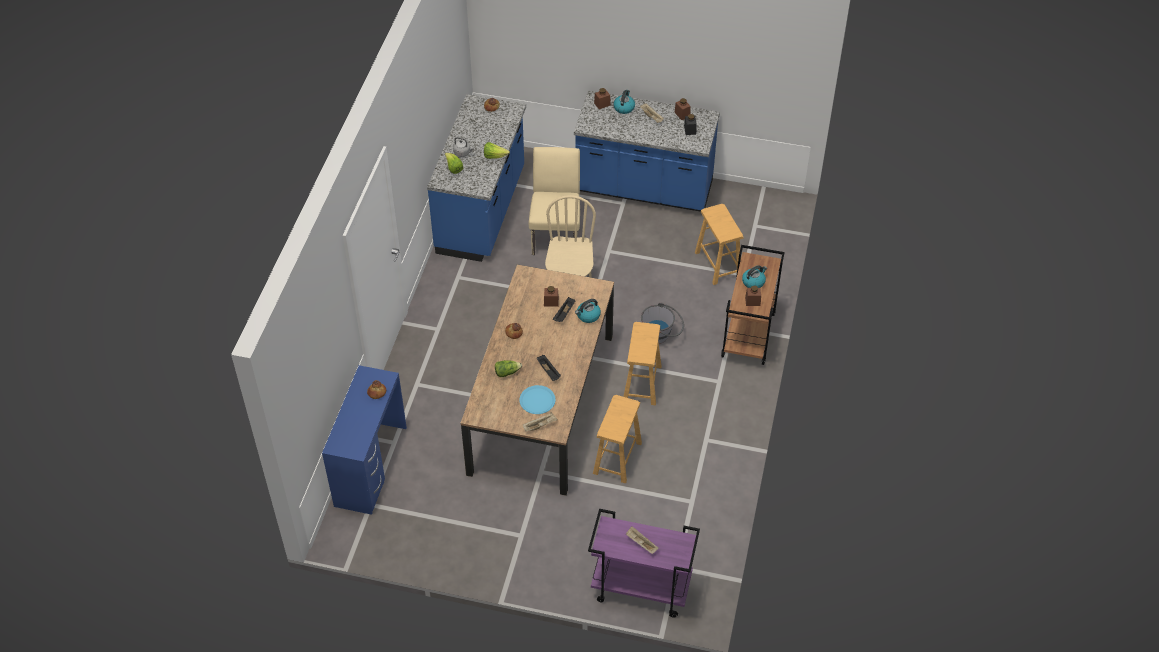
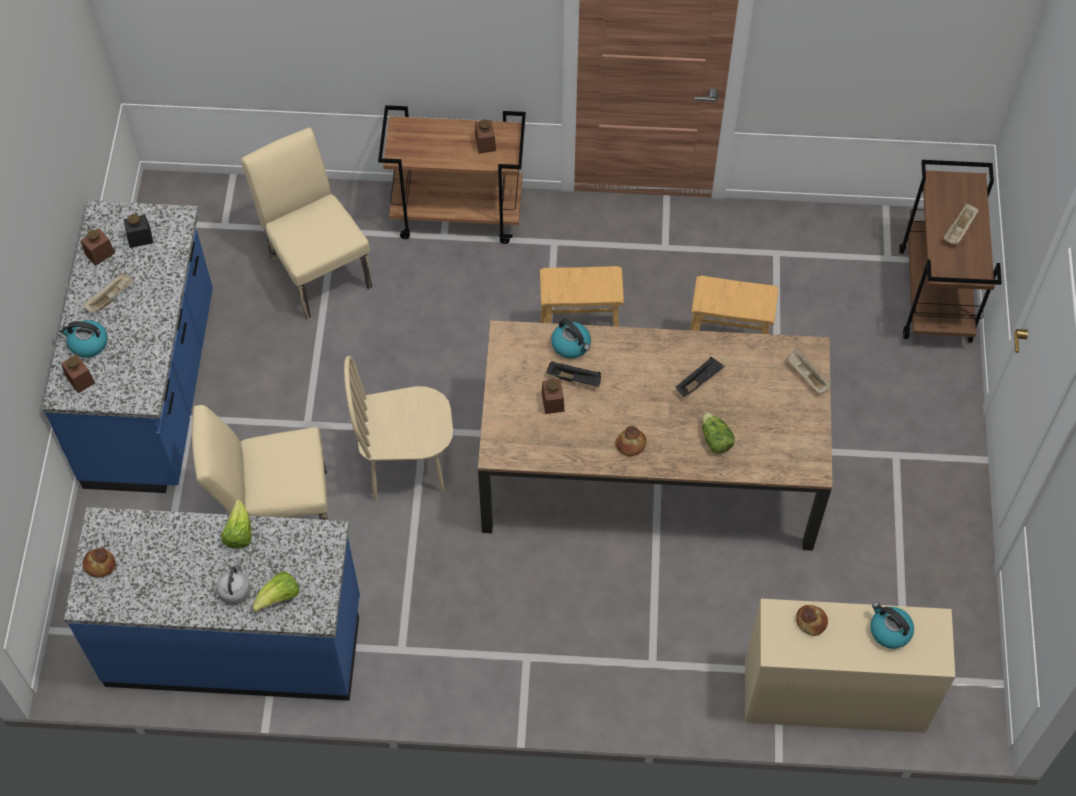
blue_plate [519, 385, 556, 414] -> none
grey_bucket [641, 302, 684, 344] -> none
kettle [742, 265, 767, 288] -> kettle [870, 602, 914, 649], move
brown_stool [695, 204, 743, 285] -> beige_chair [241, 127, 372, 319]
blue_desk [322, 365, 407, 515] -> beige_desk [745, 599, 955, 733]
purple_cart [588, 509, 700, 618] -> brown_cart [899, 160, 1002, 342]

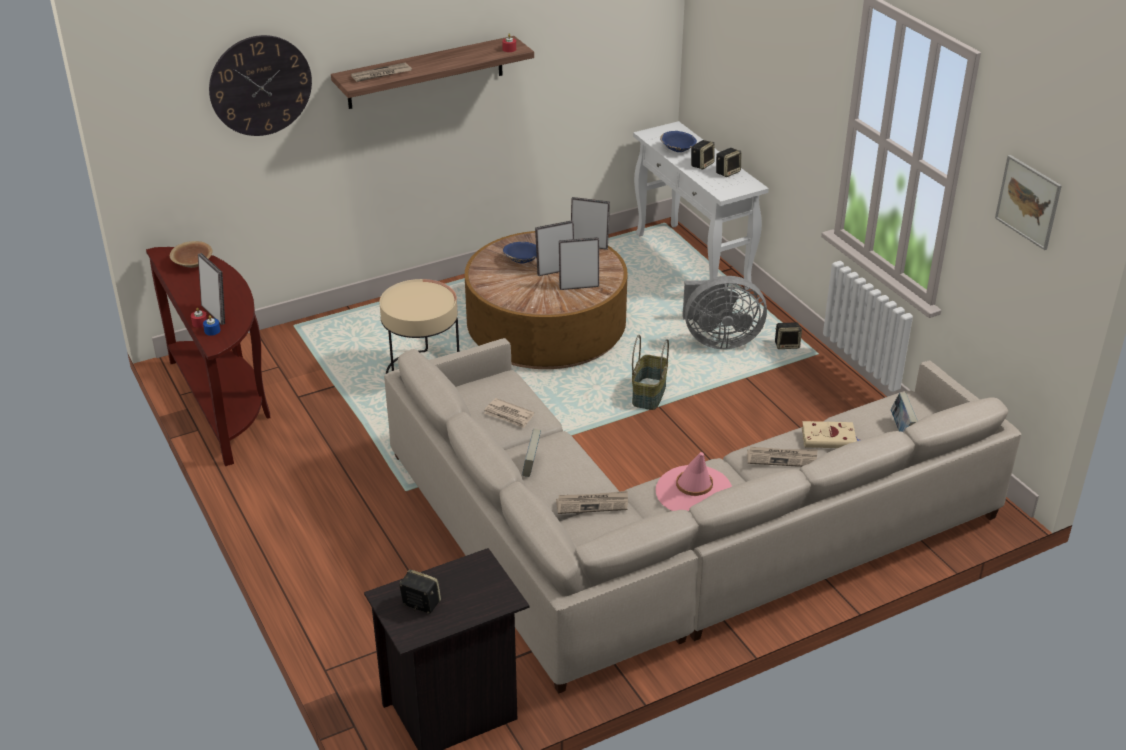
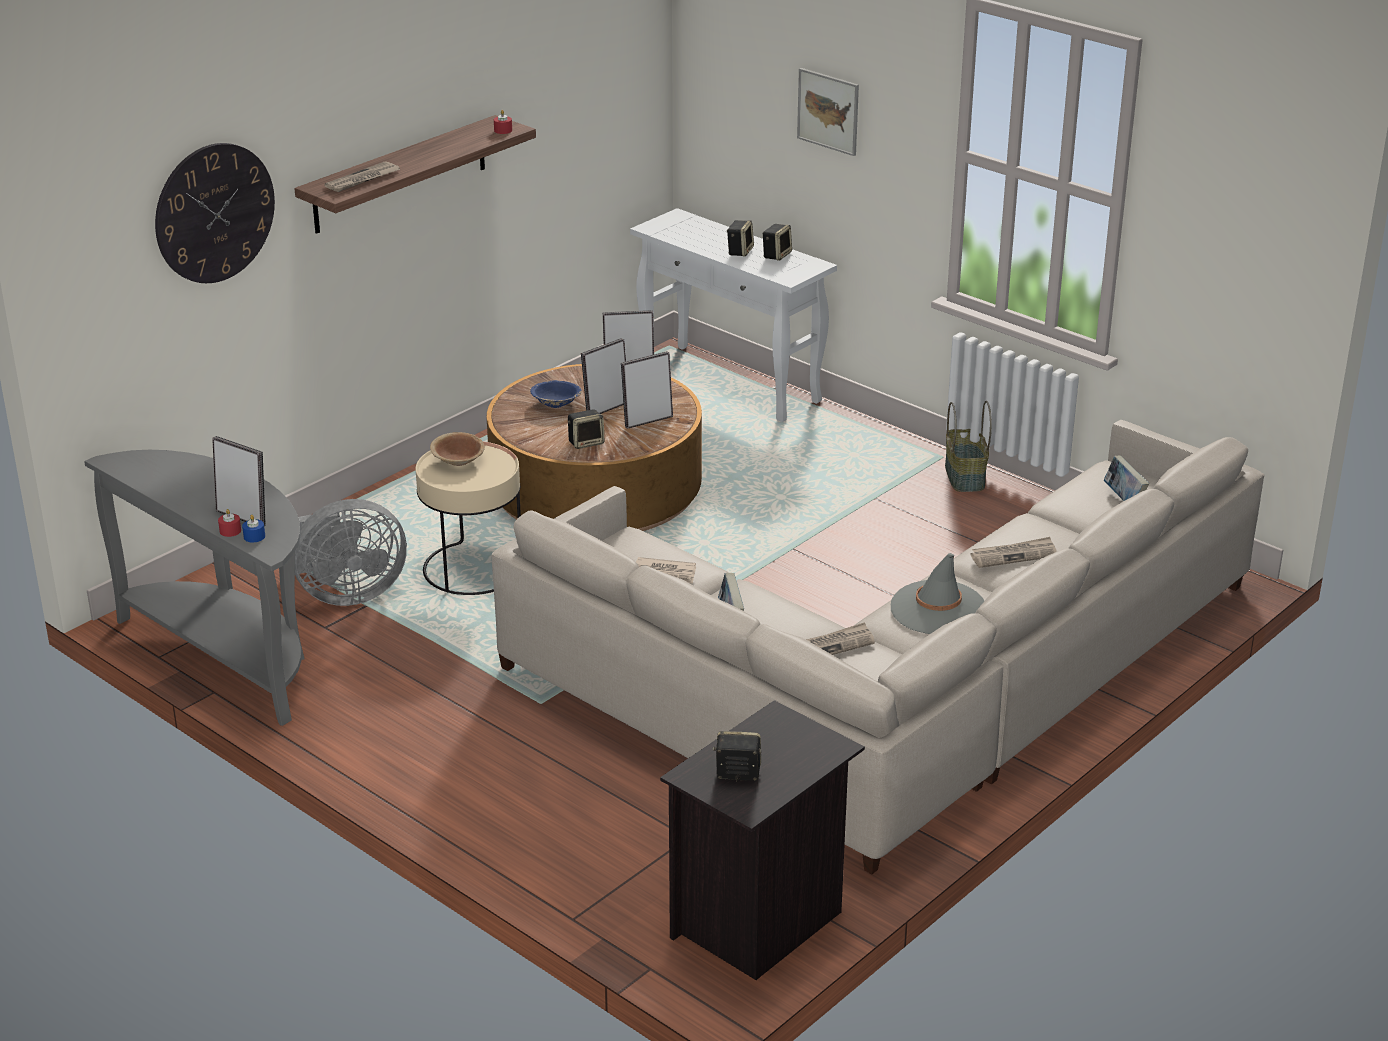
blue_bowl [660, 131, 697, 152] -> none
beige_book [802, 421, 859, 448] -> none
brown_bowl [170, 241, 212, 268] -> brown_bowl [430, 432, 485, 466], move
basket [632, 335, 669, 410] -> basket [945, 401, 992, 492], move
grey_fan [683, 276, 767, 349] -> grey_fan [295, 499, 407, 606], move
speaker [775, 322, 802, 349] -> speaker [568, 409, 604, 449], move
picture [995, 155, 1062, 250] -> picture [797, 68, 859, 156], move
brown_console_table [146, 247, 270, 466] -> grey_console_table [84, 450, 305, 726]
pink_hat [656, 452, 732, 511] -> grey_hat [891, 553, 984, 634]

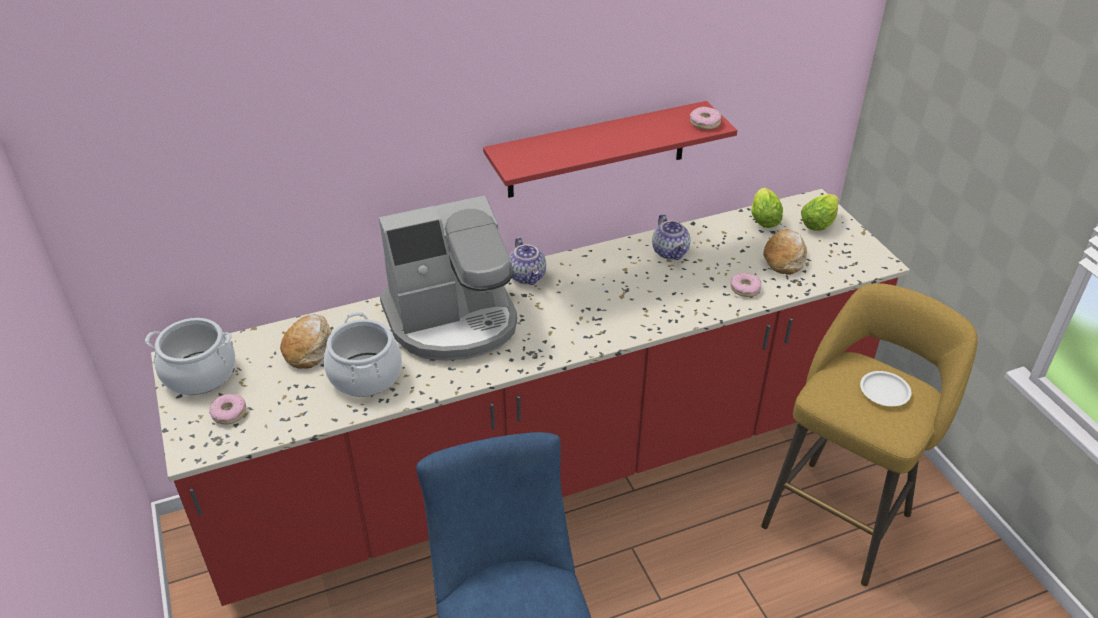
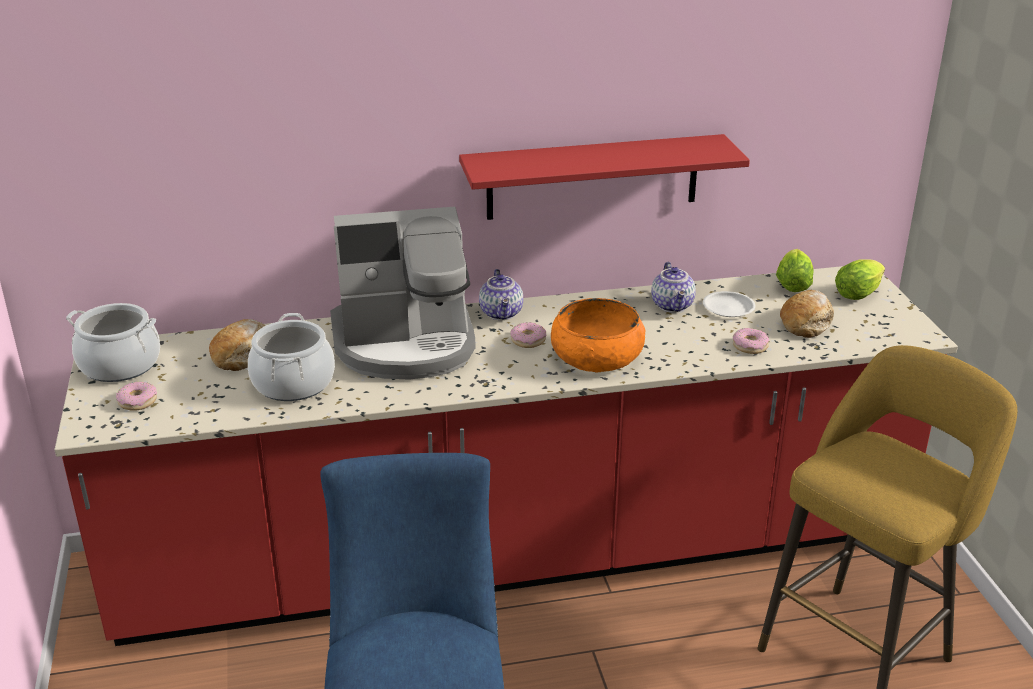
none -> orange_bowl [551, 298, 645, 373]
donut [690, 107, 722, 130] -> donut [511, 322, 546, 348], move
white_plate [860, 371, 912, 406] -> white_plate [703, 291, 755, 317], move

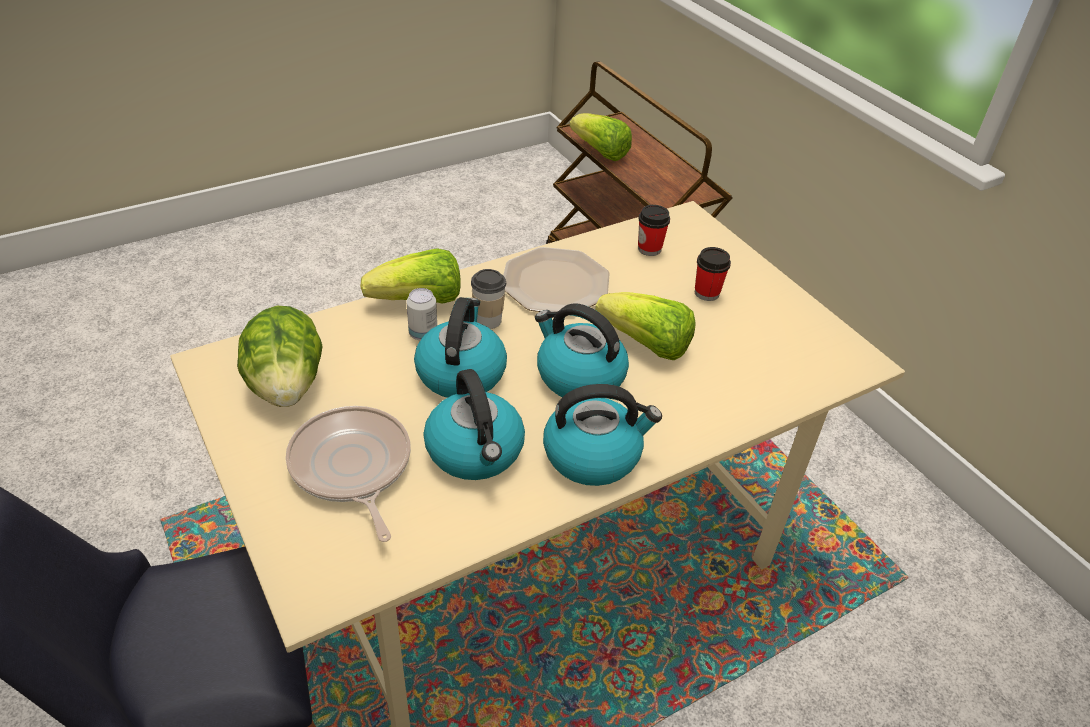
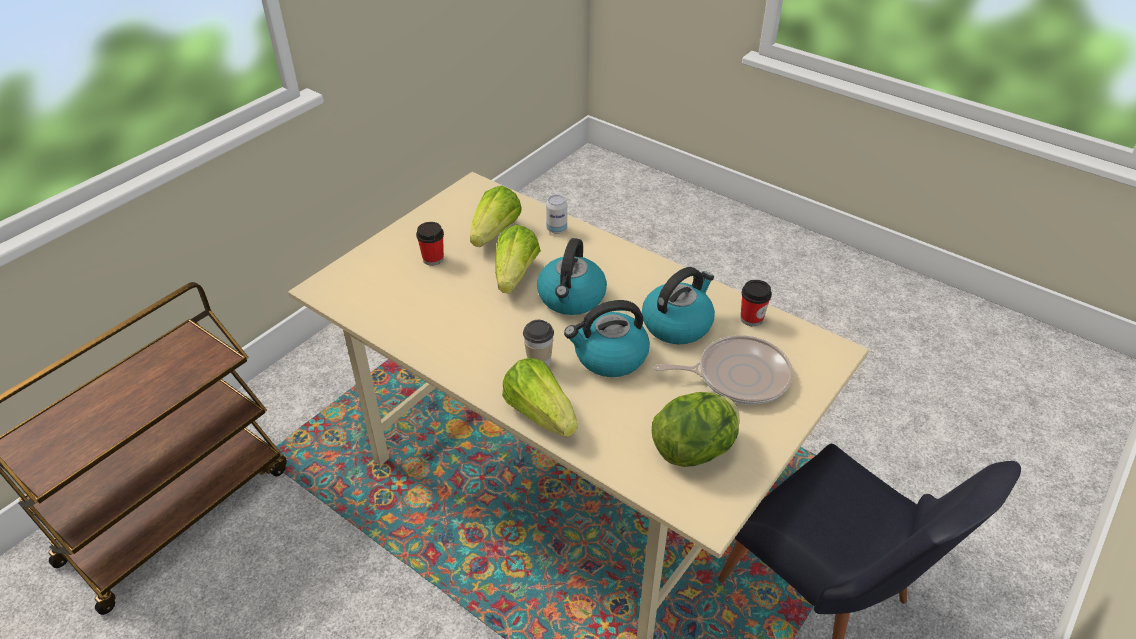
plate [503, 247, 610, 312] -> none
kettle [543, 384, 662, 486] -> none
can [406, 288, 437, 340] -> can [546, 195, 567, 234], move
lettuce [570, 113, 632, 161] -> lettuce [470, 185, 522, 247], move
cup [638, 205, 670, 256] -> cup [741, 280, 772, 326], move
frying_pan [286, 406, 411, 542] -> frying_pan [654, 335, 793, 404], 135 degrees counterclockwise

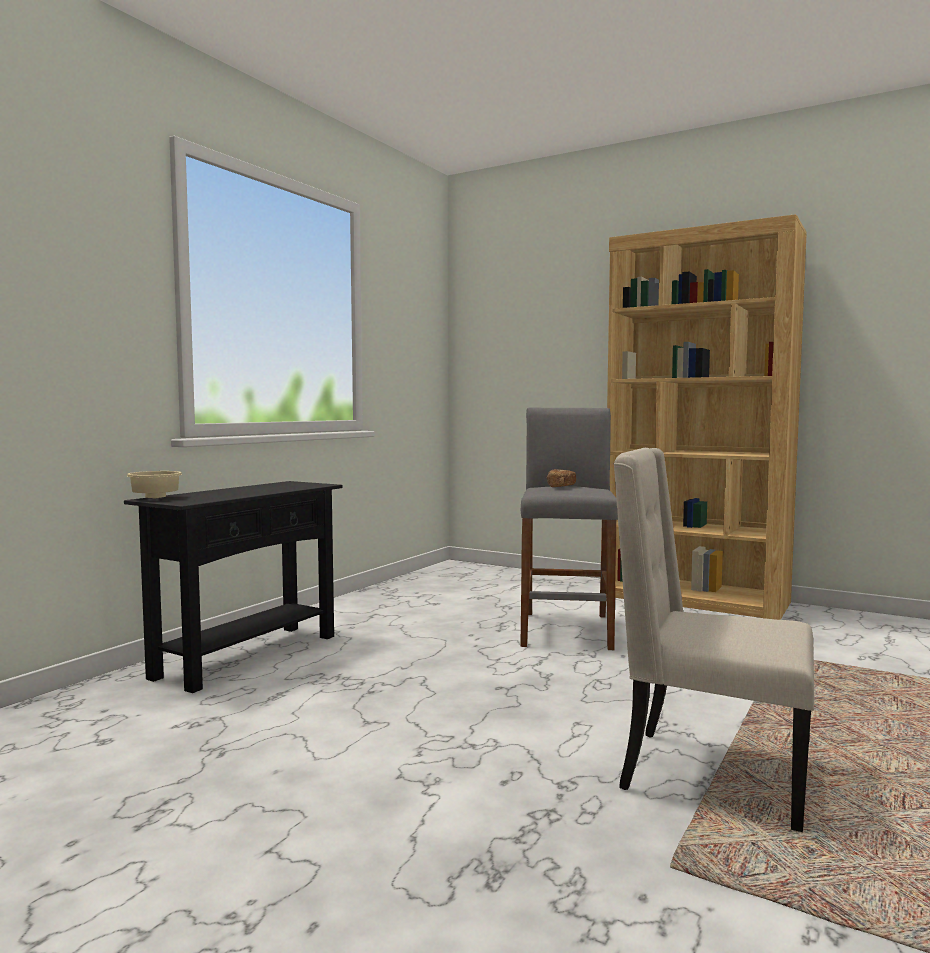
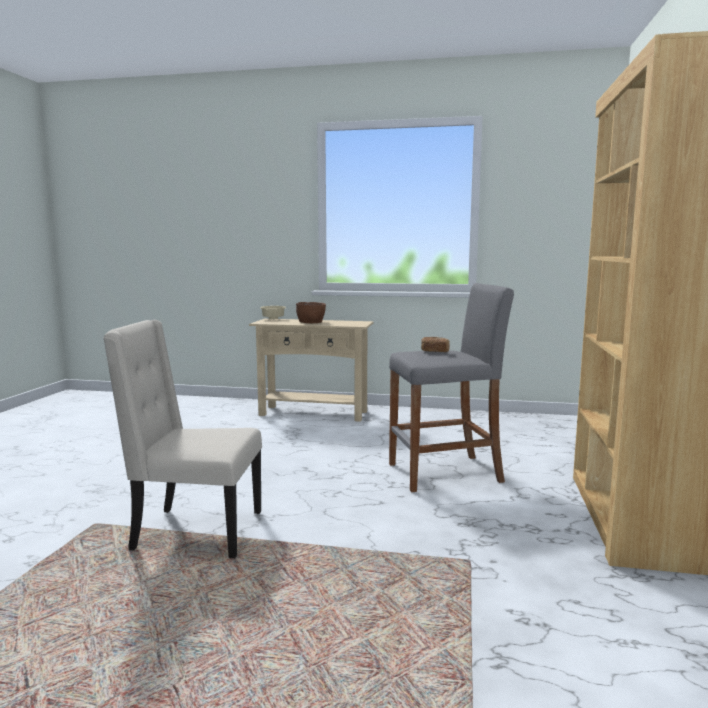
none -> brown_bowl [296, 302, 326, 323]
black_console_table [124, 481, 343, 693] -> beige_console_table [249, 319, 374, 422]
beige_chair [613, 448, 814, 832] -> beige_chair [103, 320, 262, 558], 90 degrees counterclockwise

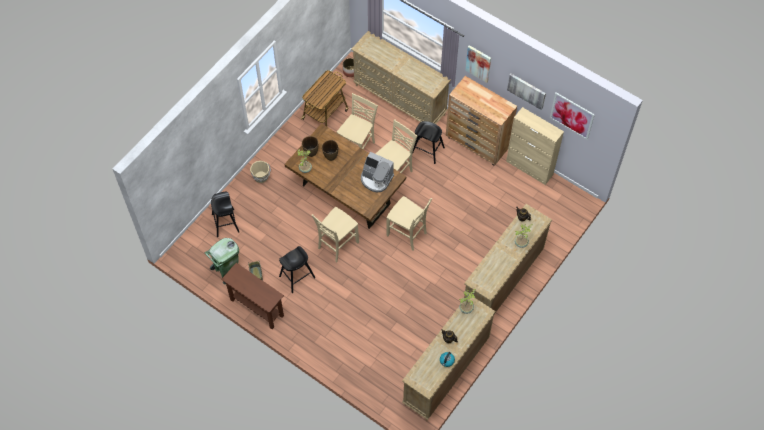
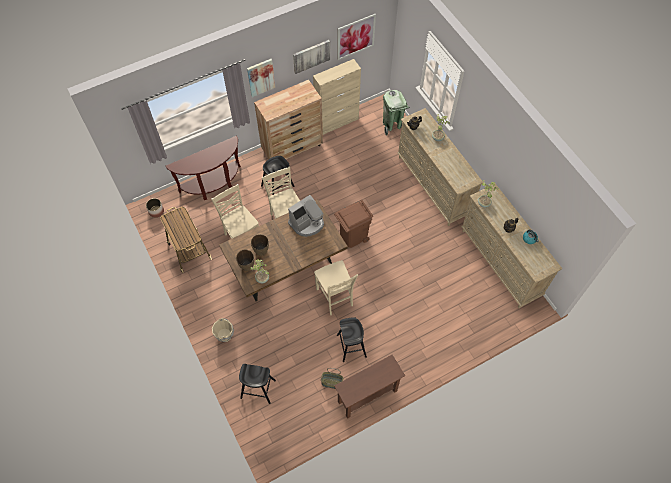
green_trash_can [204, 238, 239, 285] -> green_trash_can [383, 90, 410, 135], move
beige_dresser [351, 31, 451, 124] -> brown_console_table [166, 136, 241, 200]
beige_chair [386, 196, 432, 250] -> brown_trash_can [334, 200, 373, 248]

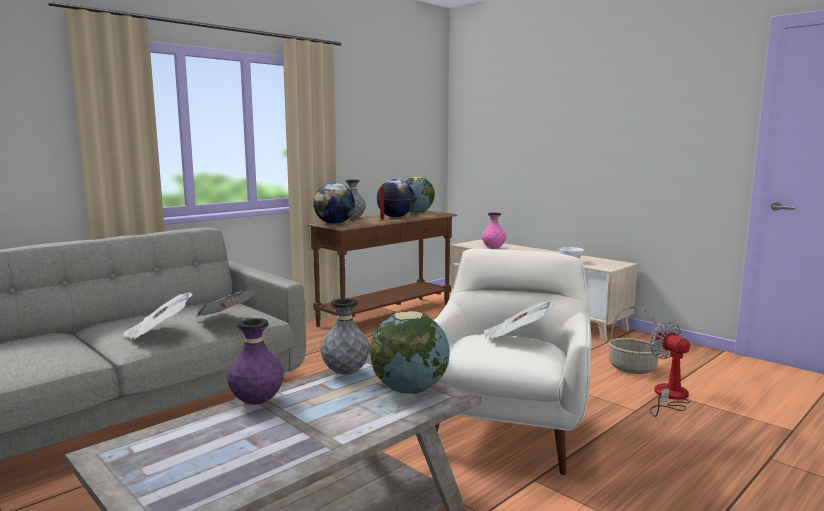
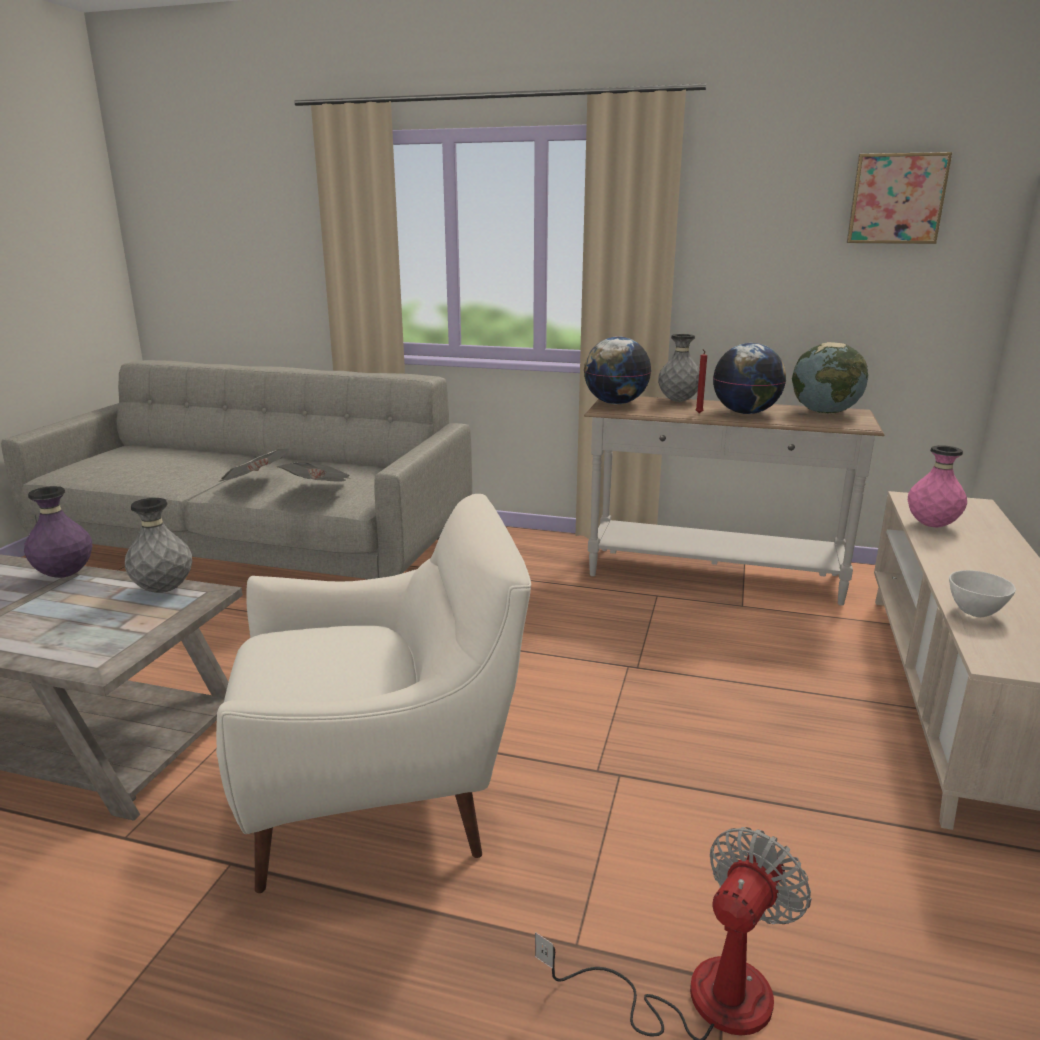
globe [369, 311, 450, 394] -> none
newspaper [483, 301, 553, 340] -> none
basket [608, 306, 658, 374] -> none
none -> picture [847, 152, 952, 244]
brown_console_table [307, 210, 457, 327] -> white_console_table [584, 396, 885, 606]

